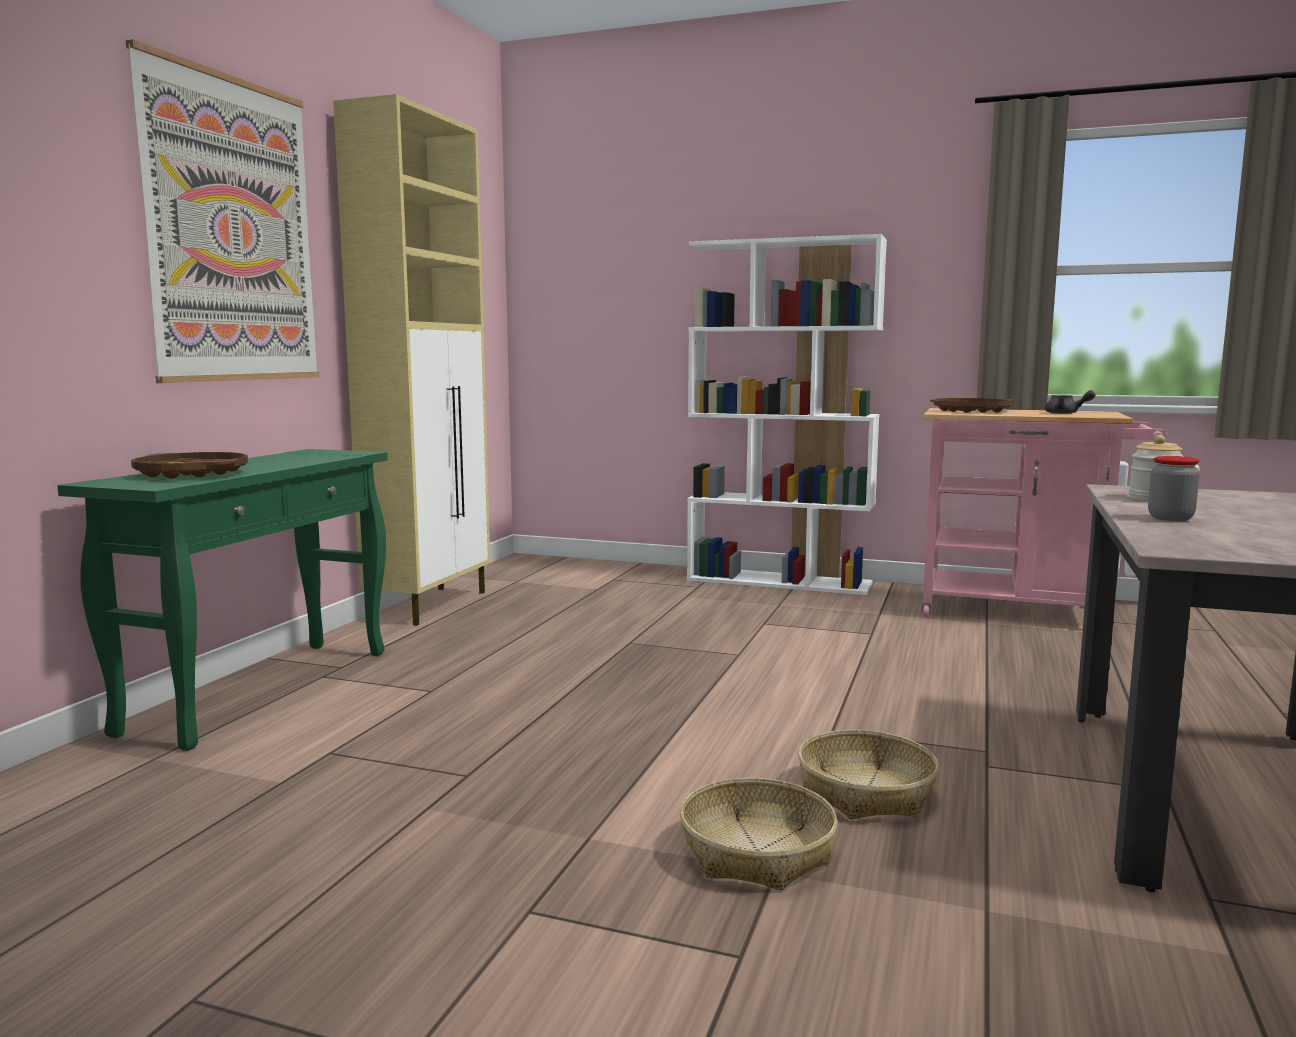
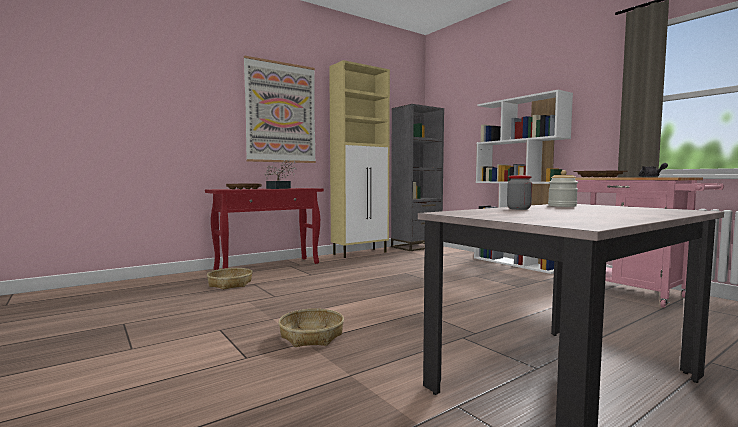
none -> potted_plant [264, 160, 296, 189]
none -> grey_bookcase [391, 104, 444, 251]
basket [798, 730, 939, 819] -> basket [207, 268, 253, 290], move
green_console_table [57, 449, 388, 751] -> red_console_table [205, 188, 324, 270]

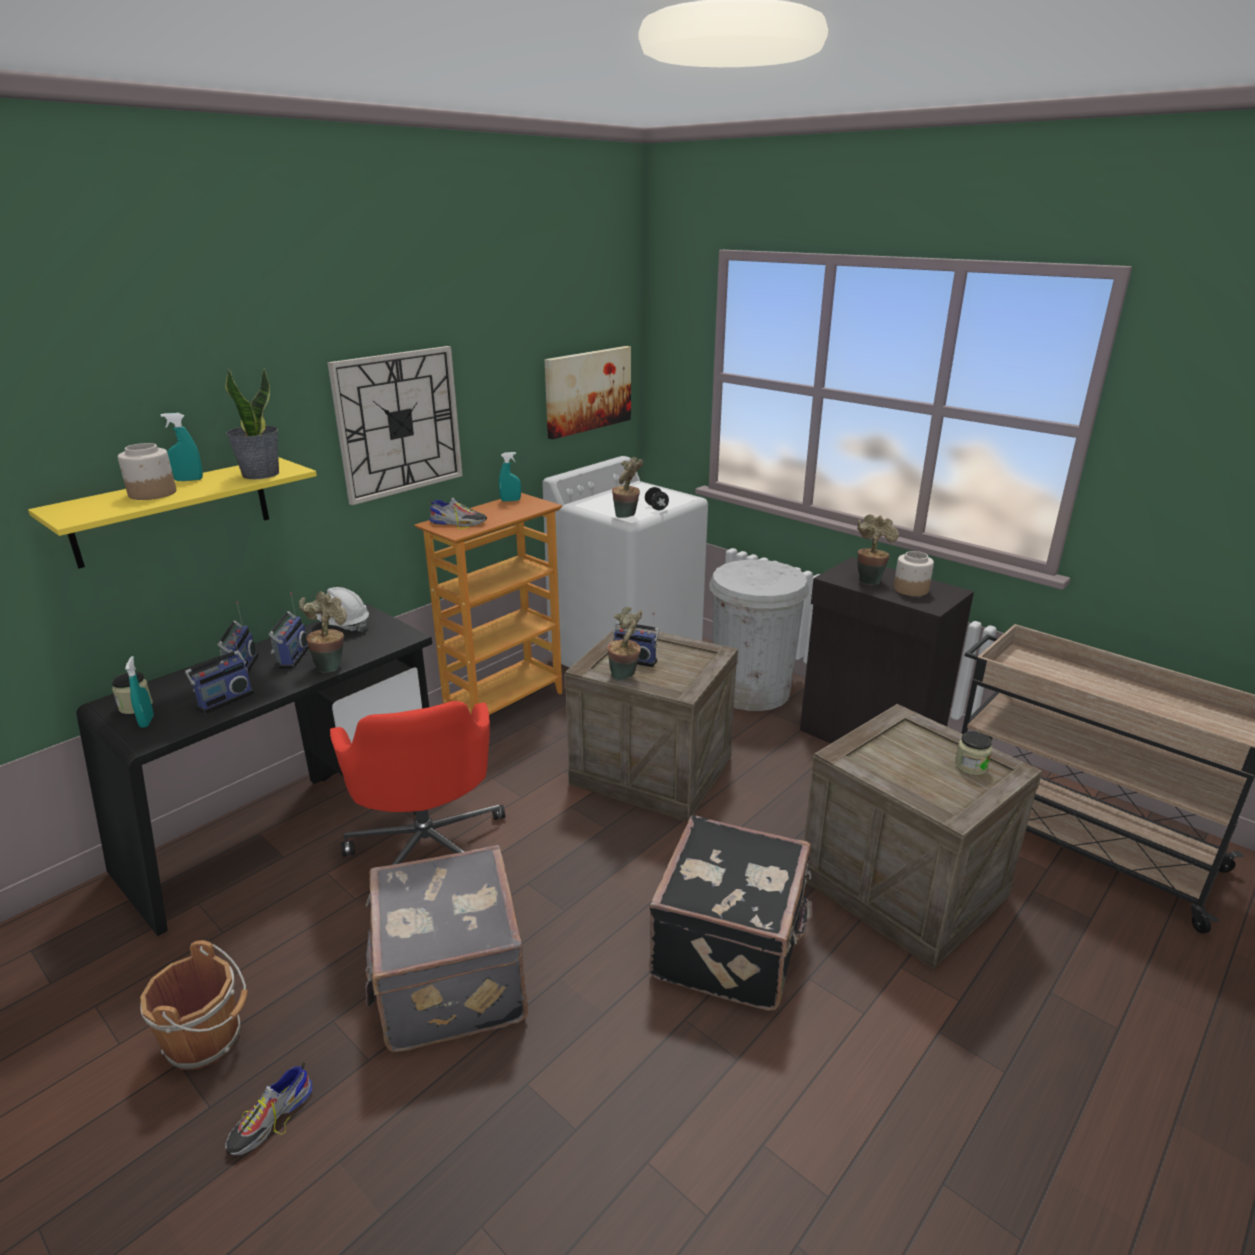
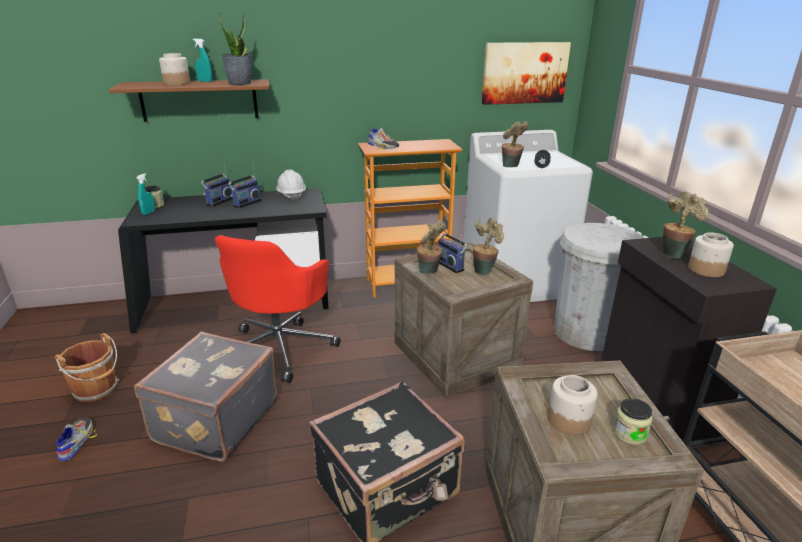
radio [185, 633, 254, 714] -> none
wall_clock [327, 346, 463, 505] -> none
turquoise_spray_bottle [499, 452, 521, 502] -> none
none -> jar [548, 375, 598, 435]
potted_plant [299, 591, 347, 673] -> potted_plant [473, 218, 504, 275], move
yellow_shelf [28, 457, 317, 569] -> brown_shelf [109, 79, 269, 122]
shoe [226, 1062, 312, 1156] -> shoe [56, 417, 97, 461], 105 degrees clockwise

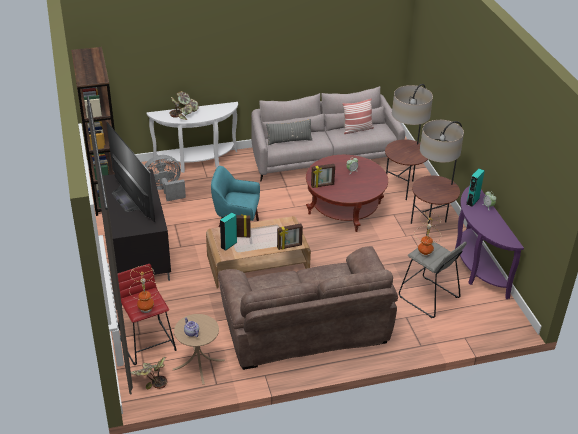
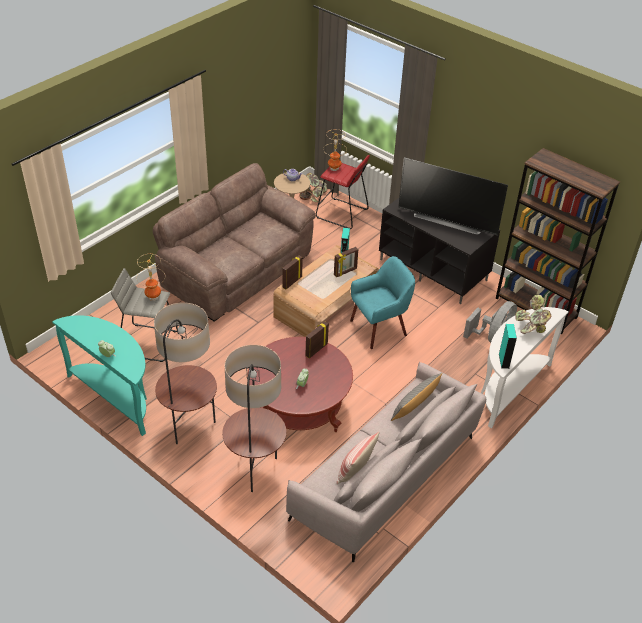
turquoise_speaker [466, 168, 485, 207] -> turquoise_speaker [499, 324, 517, 369], move
purple_console_table [455, 186, 524, 299] -> turquoise_console_table [52, 315, 147, 436]

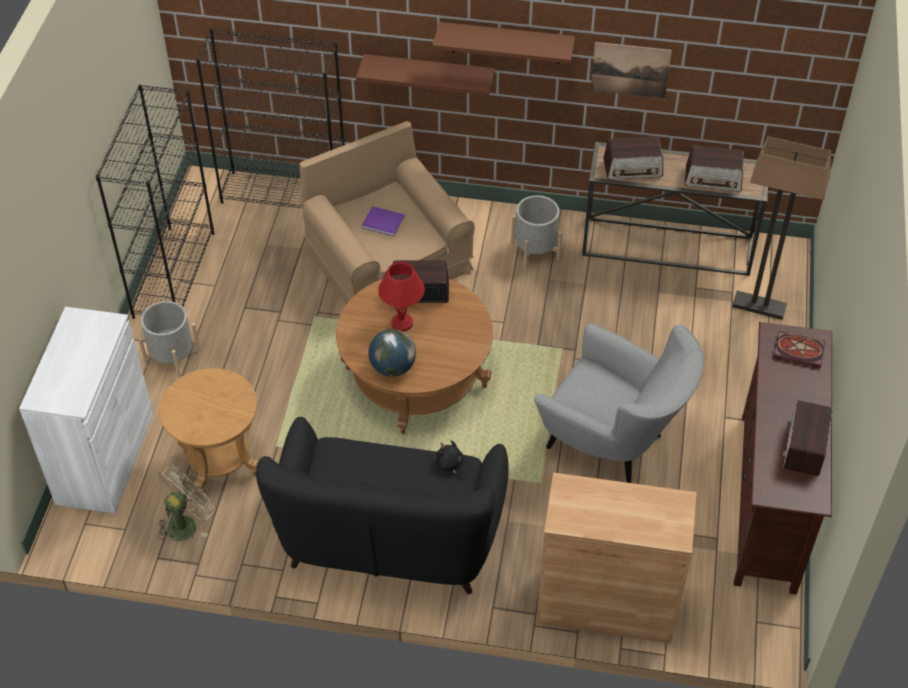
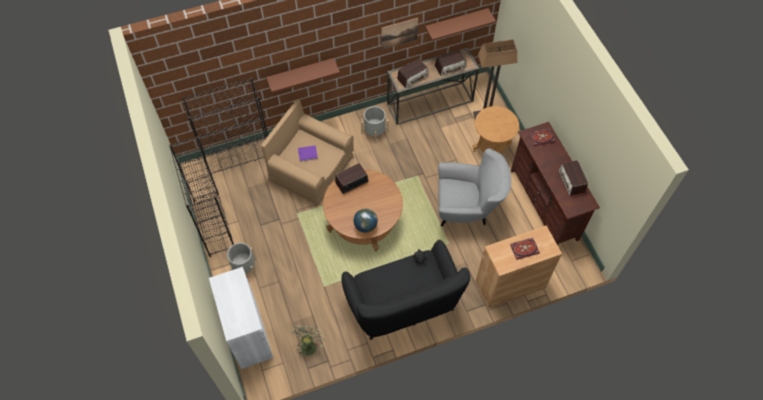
red_table_lamp [378, 262, 425, 331] -> none
none -> book [510, 238, 540, 260]
brown_side_table [159, 368, 259, 495] -> brown_side_table [473, 106, 519, 154], move
brown_shelf [432, 22, 575, 64] -> brown_shelf [425, 8, 496, 41], move

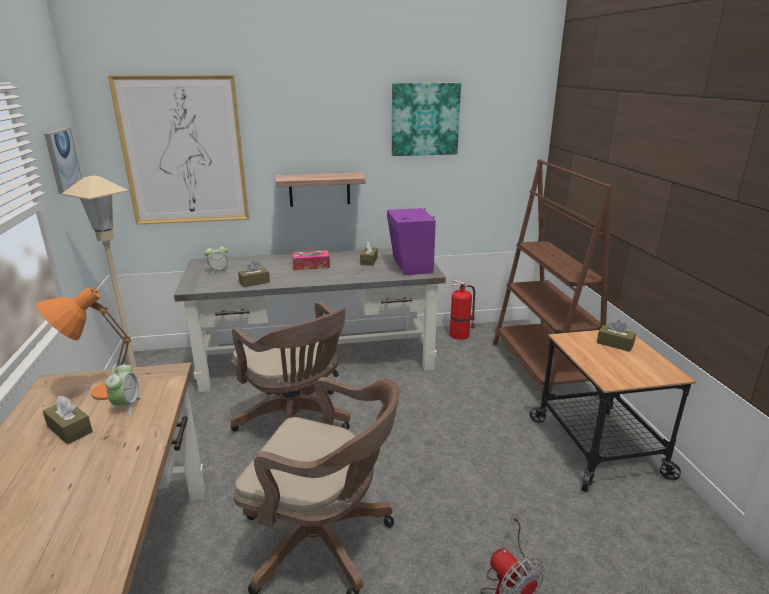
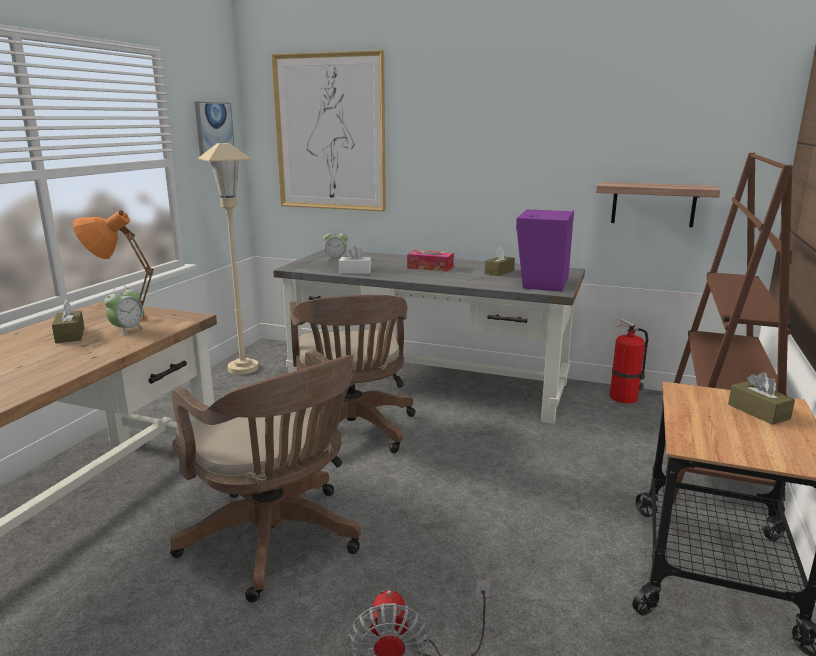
picture [392, 83, 461, 156] -> none
shelf [276, 172, 366, 207] -> shelf [596, 182, 720, 227], move
brown_tissue_box [238, 261, 270, 287] -> white_tissue_box [339, 246, 371, 274]

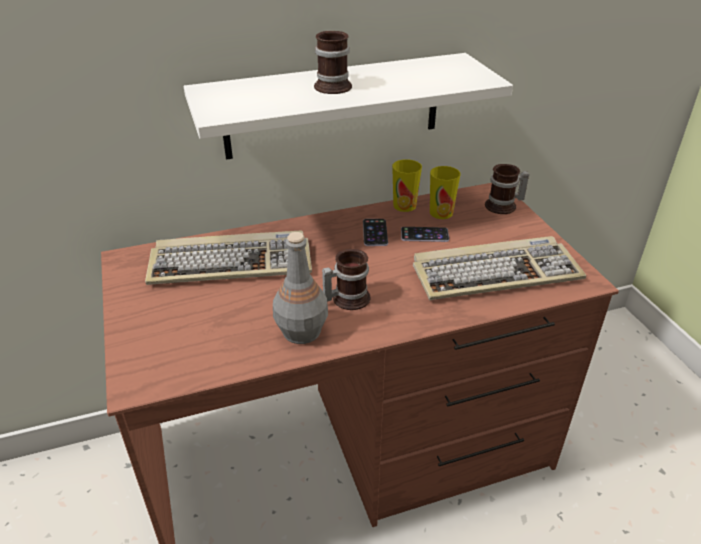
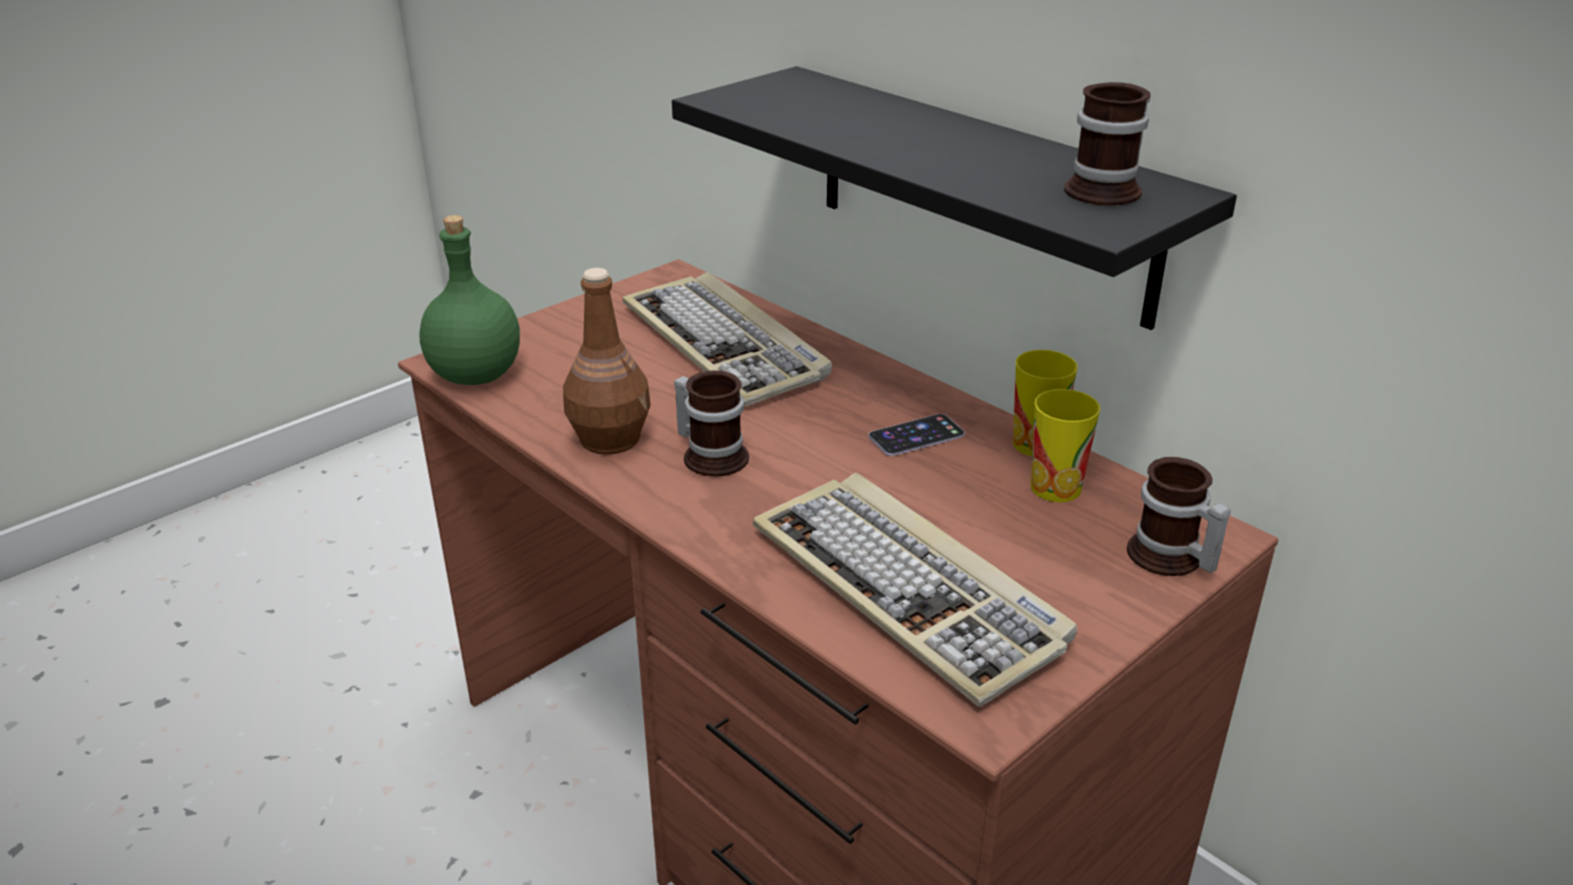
phone [401, 227, 449, 242] -> none
none -> green_bottle [419, 215, 520, 385]
mug [314, 31, 352, 94] -> mug [1064, 82, 1151, 206], move
white_shelf [184, 53, 513, 160] -> black_shelf [672, 66, 1237, 330]
grey_bottle [273, 232, 328, 344] -> brown_bottle [563, 268, 651, 455]

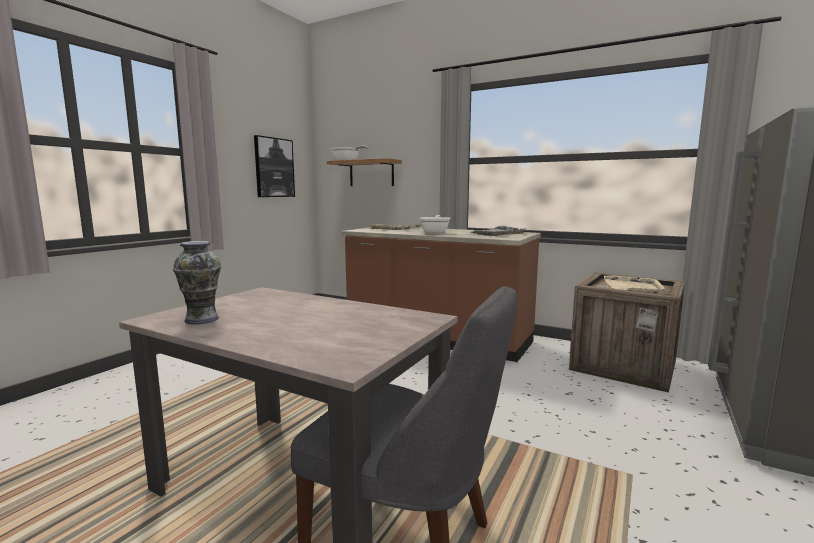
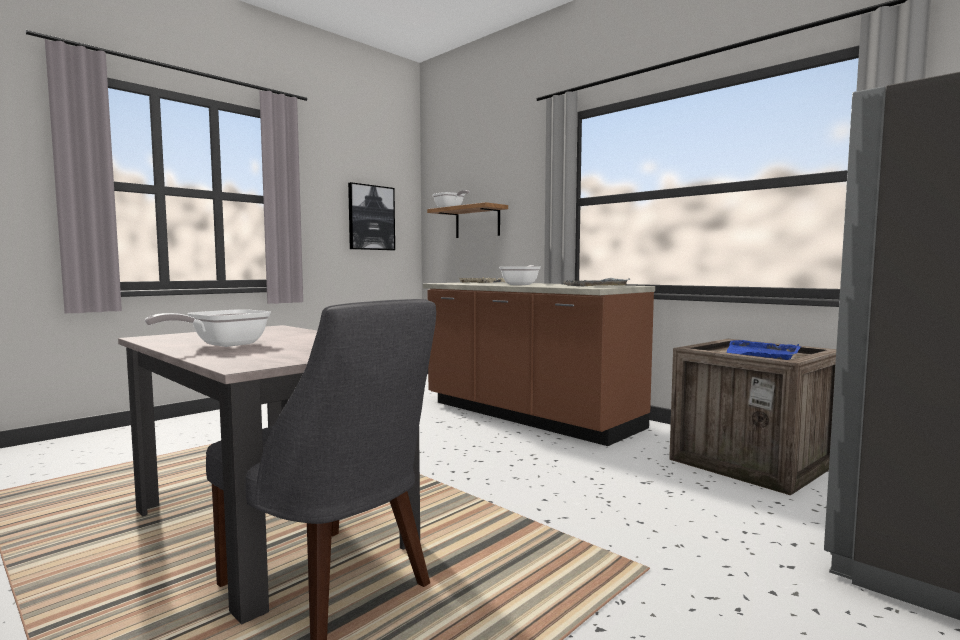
vase [173, 241, 222, 324] -> none
none -> frying_pan [145, 309, 271, 347]
beige_tray [604, 275, 666, 294] -> blue_tray [726, 340, 801, 360]

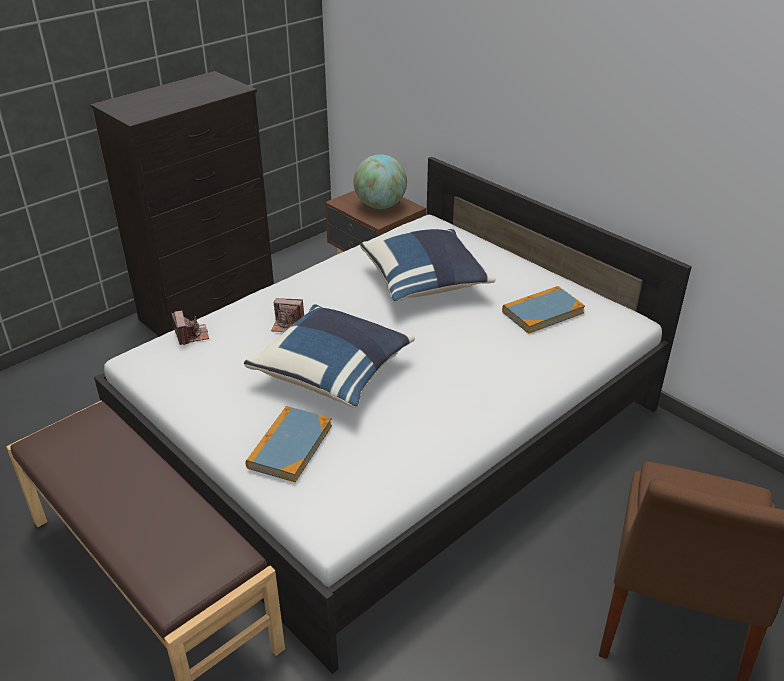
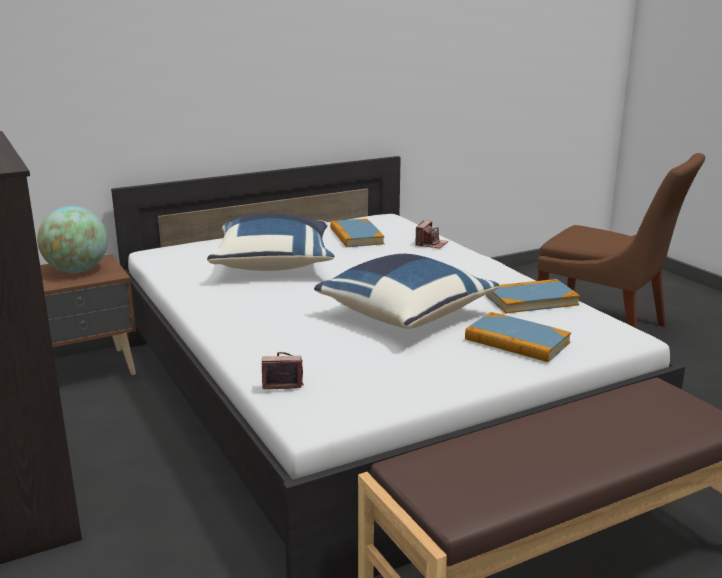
none -> book [486, 279, 580, 313]
photo_camera [271, 298, 304, 332] -> photo_camera [415, 220, 448, 248], move

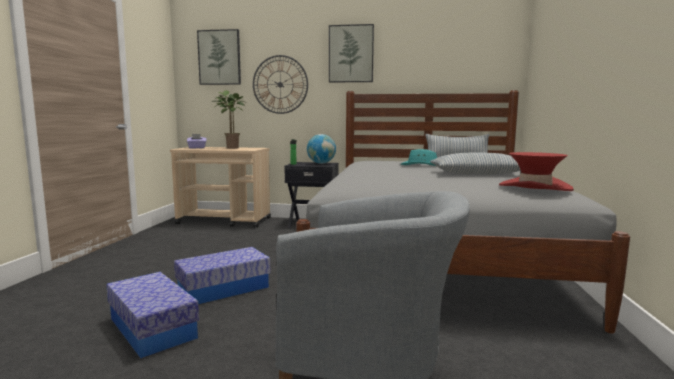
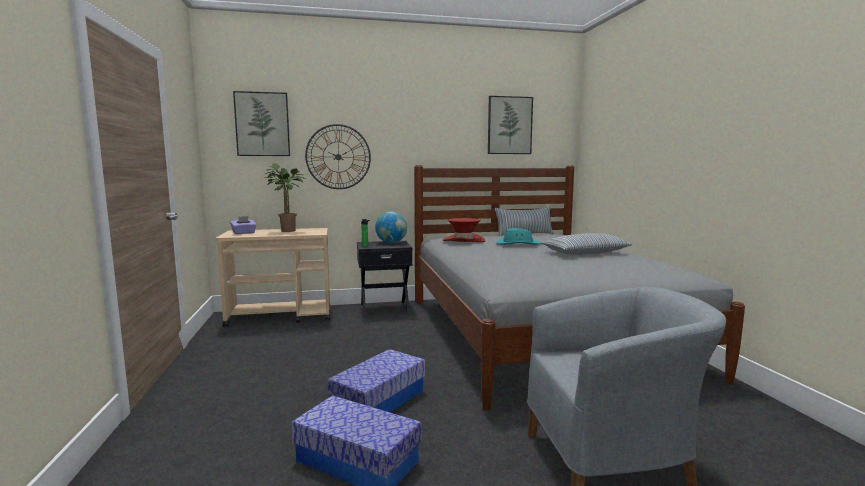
picture [329, 24, 374, 83] -> picture [488, 96, 533, 154], move
red_hat [499, 152, 574, 191] -> red_hat [443, 218, 485, 242], move

